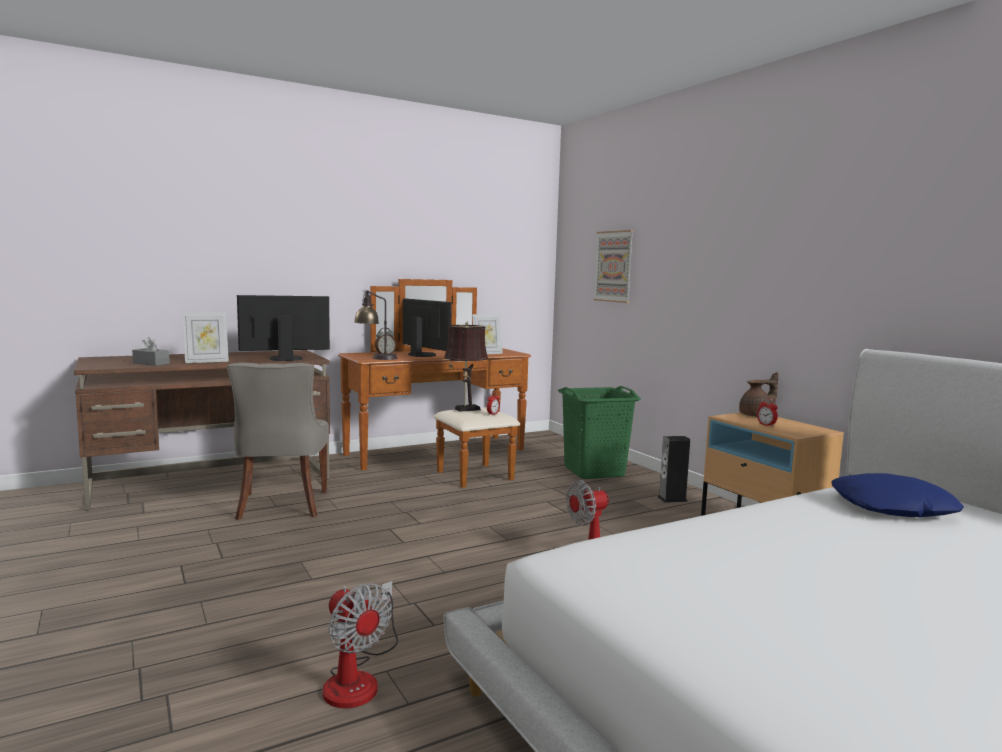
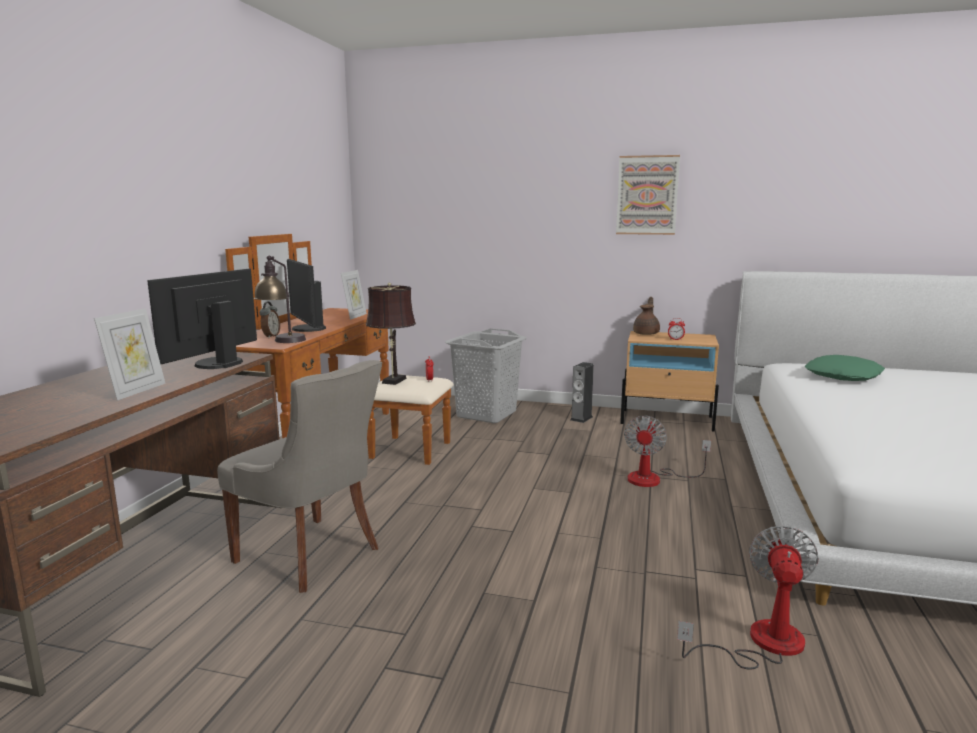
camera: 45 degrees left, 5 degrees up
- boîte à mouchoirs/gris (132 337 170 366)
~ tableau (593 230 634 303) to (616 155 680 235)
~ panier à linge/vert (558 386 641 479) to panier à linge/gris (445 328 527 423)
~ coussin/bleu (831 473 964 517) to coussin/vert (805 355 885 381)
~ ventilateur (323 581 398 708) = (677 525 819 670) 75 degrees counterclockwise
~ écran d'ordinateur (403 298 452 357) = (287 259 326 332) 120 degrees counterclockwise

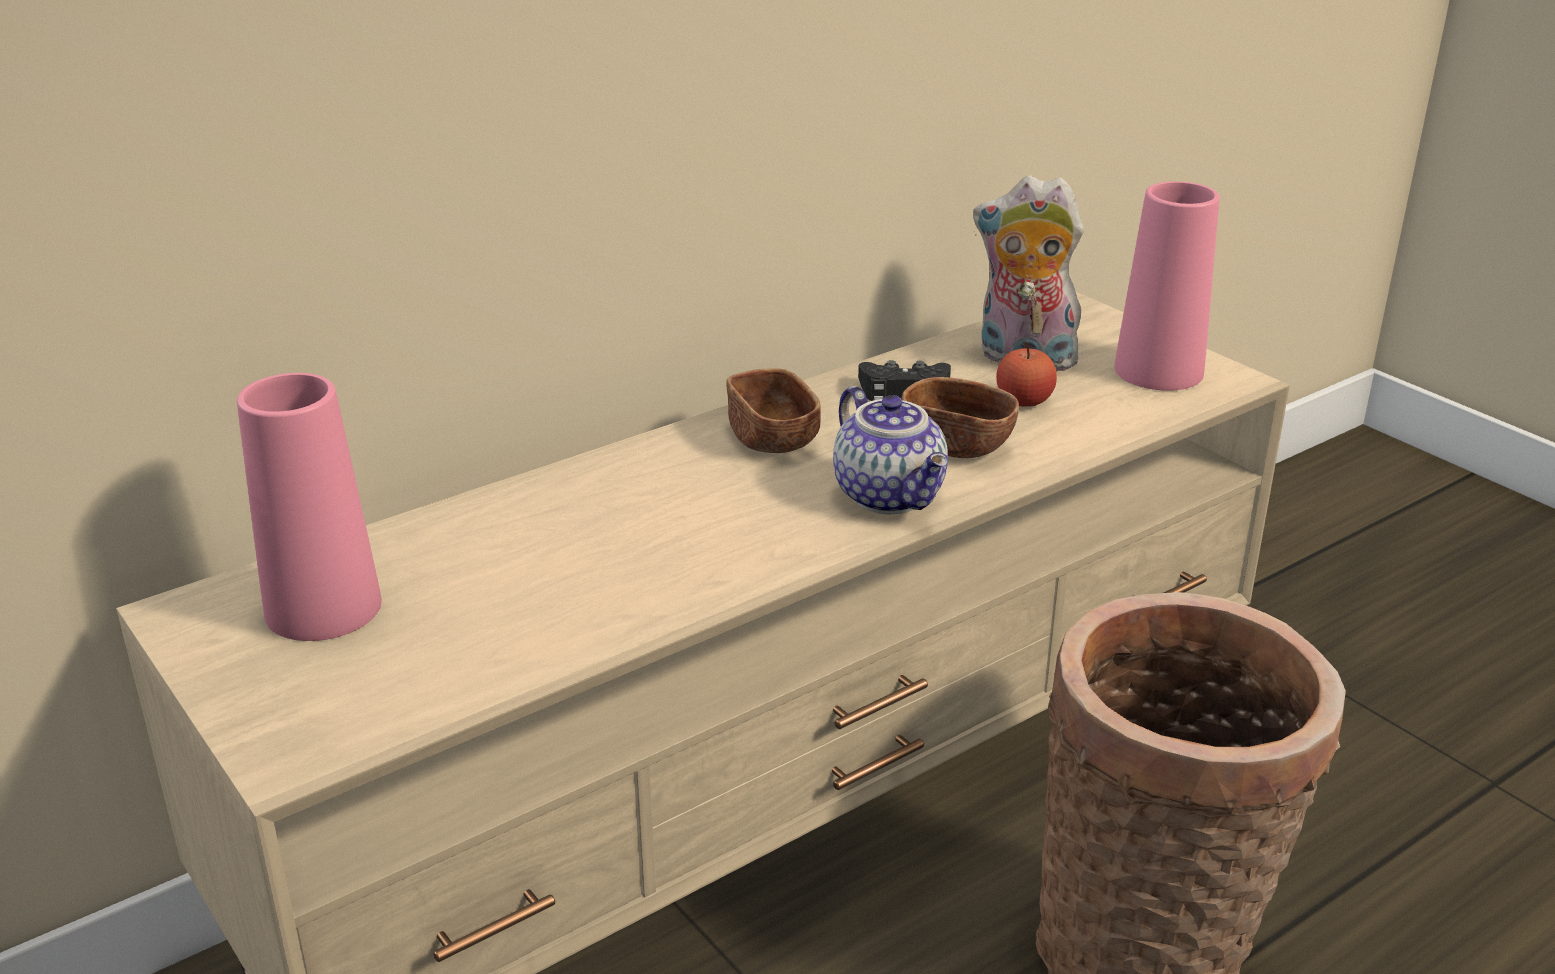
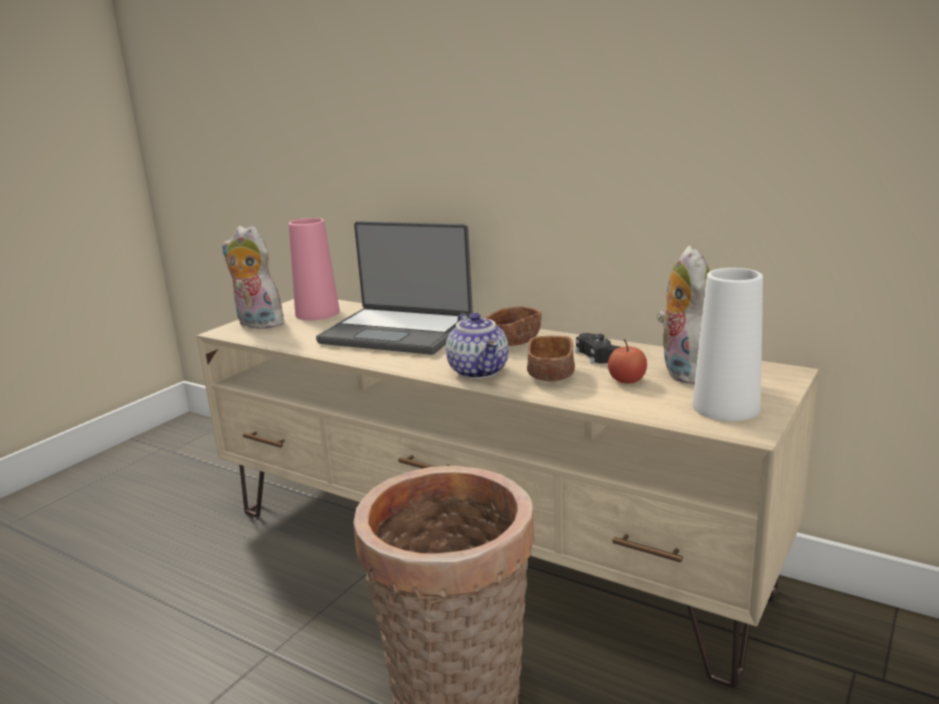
camera: 70 degrees right, 10 degrees down
+ peluche (222 226 284 329)
+ ordinateur portable (316 221 473 355)
~ vase/rose (1114 181 1220 391) to vase/blanc (692 268 763 421)
~ théière (833 386 948 514) = (446 313 509 379) 60 degrees counterclockwise

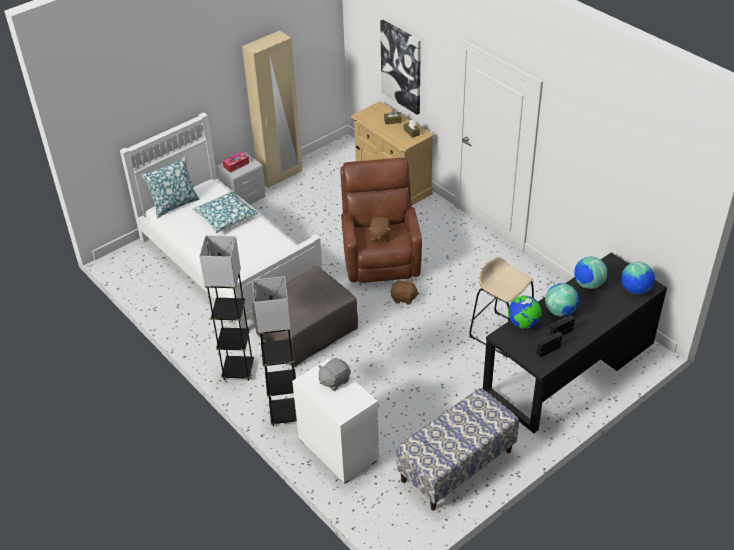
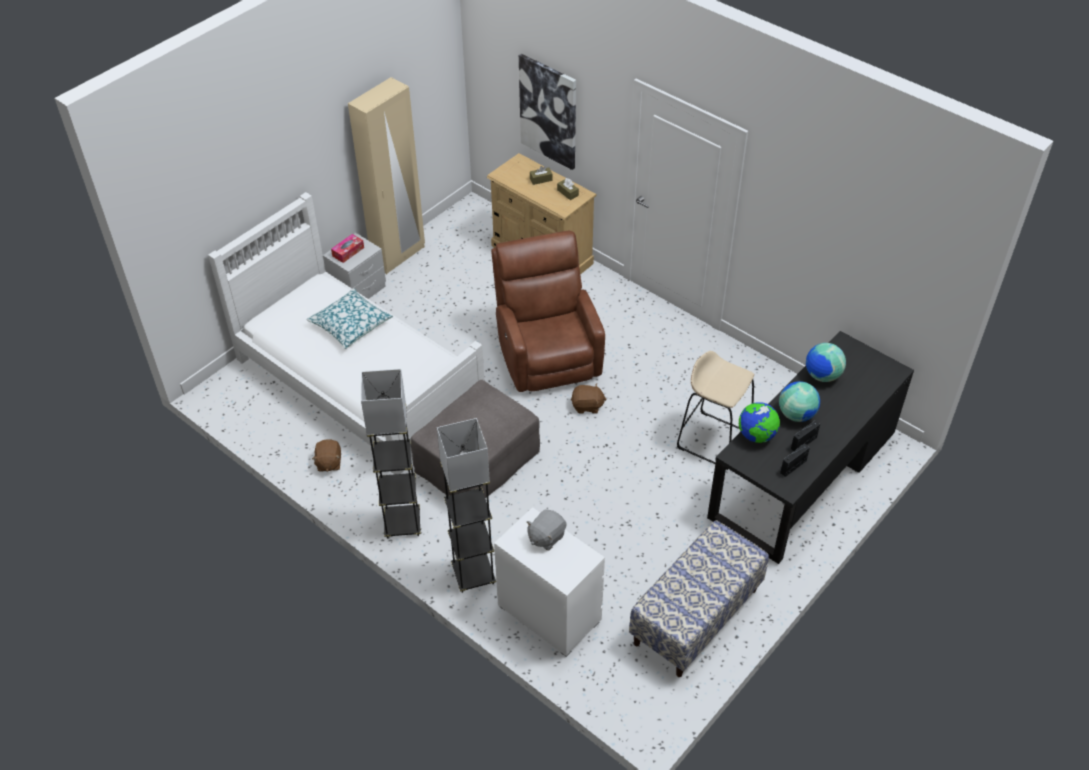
camera: 10 degrees left, 5 degrees up
- coussin (142 156 200 218)
- globe (621 262 655 295)
~ peluche/marron (368 217 390 241) to (312 439 341 472)

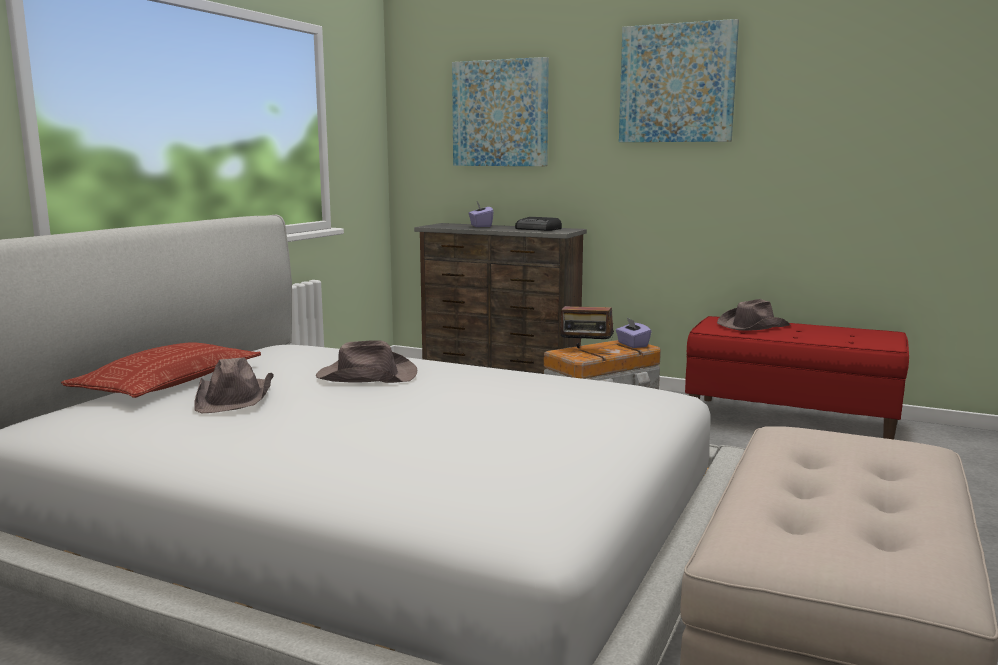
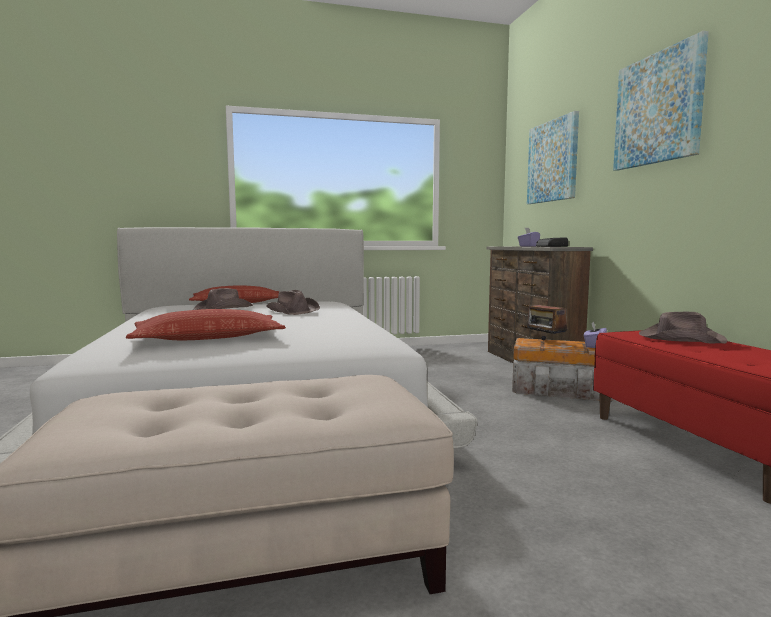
camera: 50 degrees right, 5 degrees down
+ coussin (126 309 286 340)

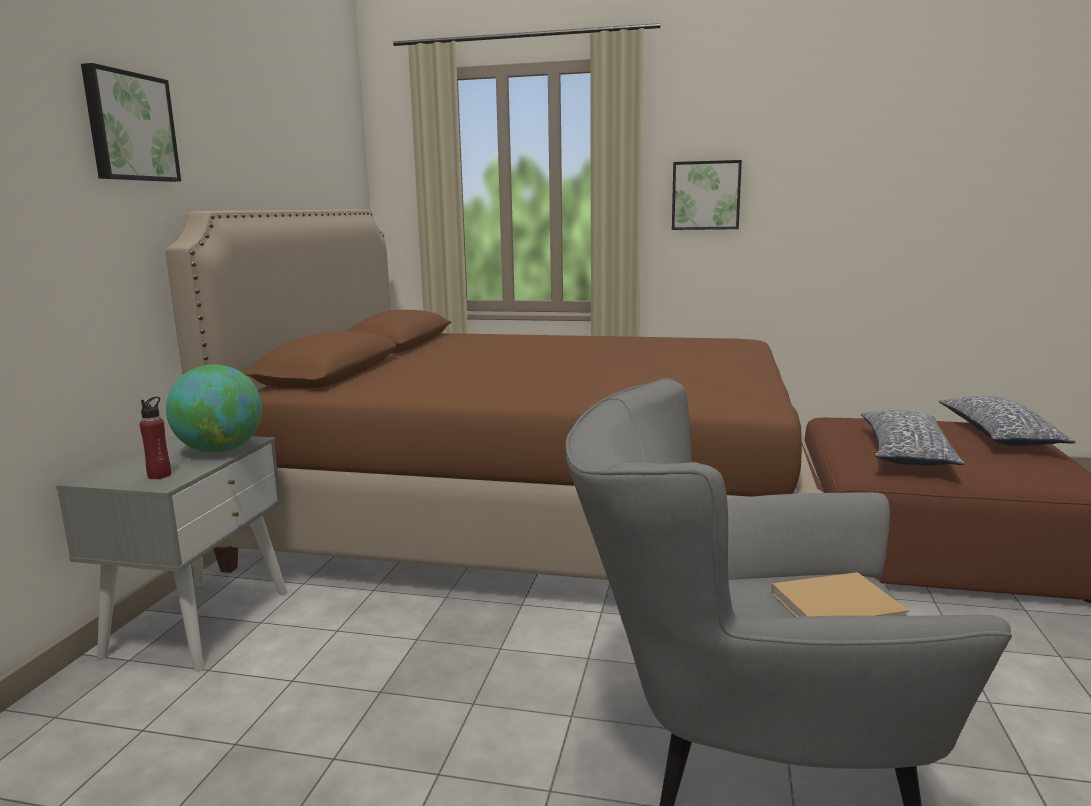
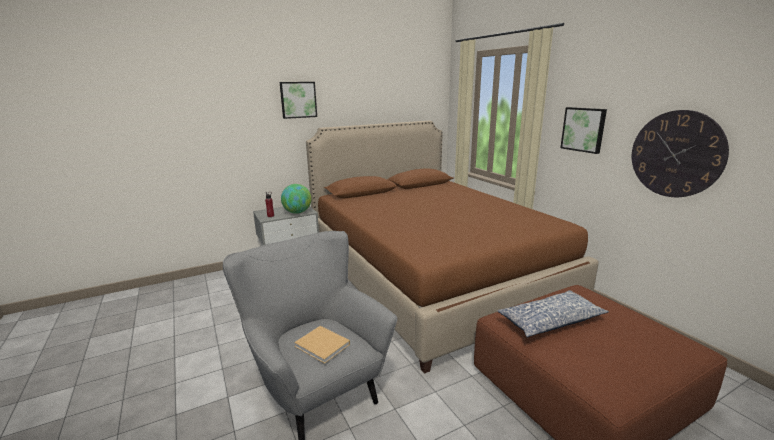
camera: 50 degrees right, 5 degrees up
- coussin (938 396 1076 446)
+ horloge murale (632 110 729 197)

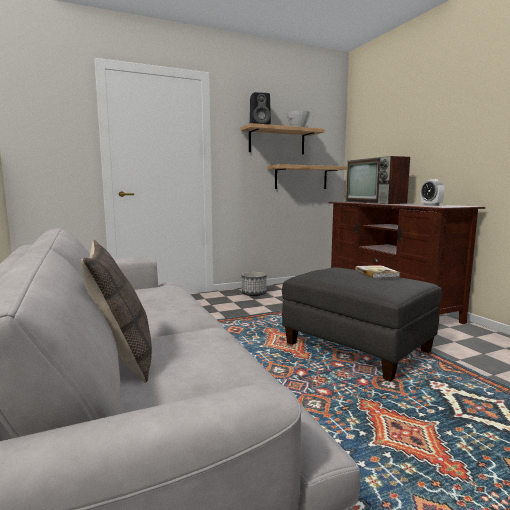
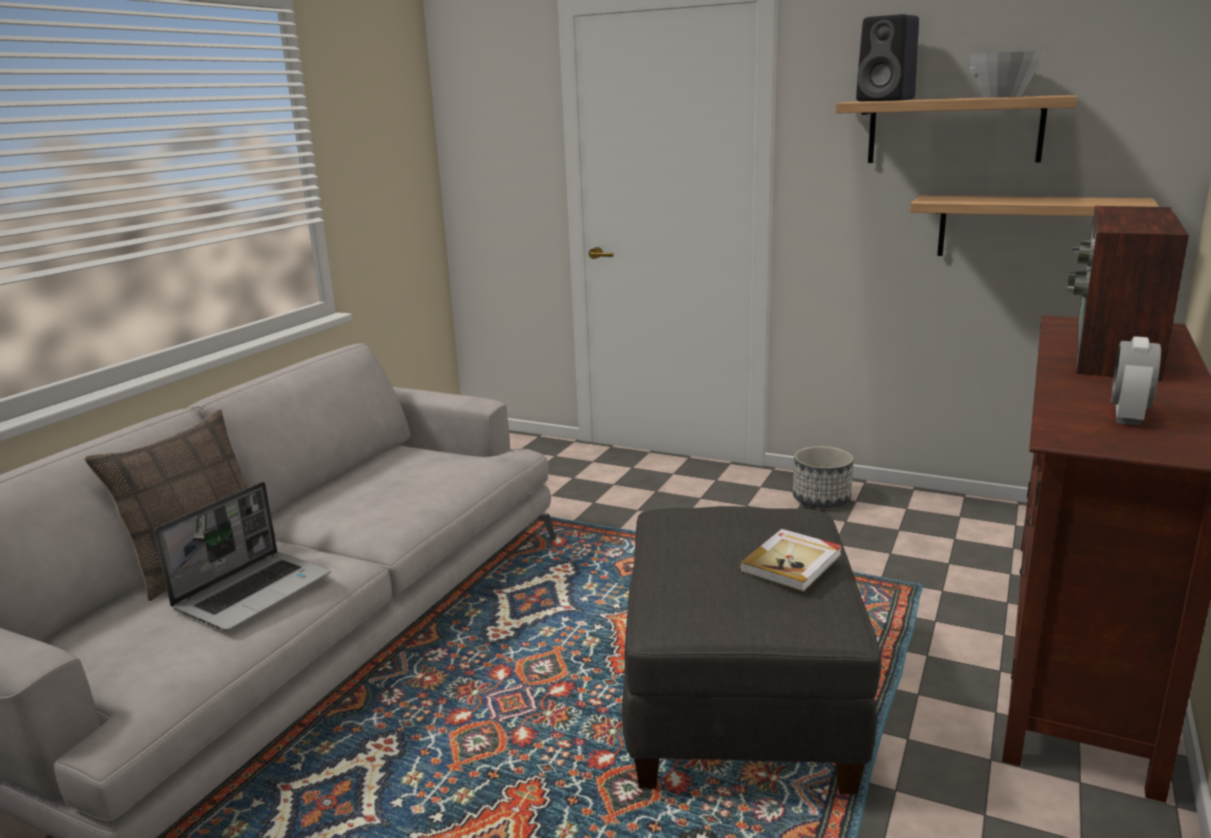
camera: 50 degrees right, 10 degrees up
+ ordinateur portable (154 482 331 631)

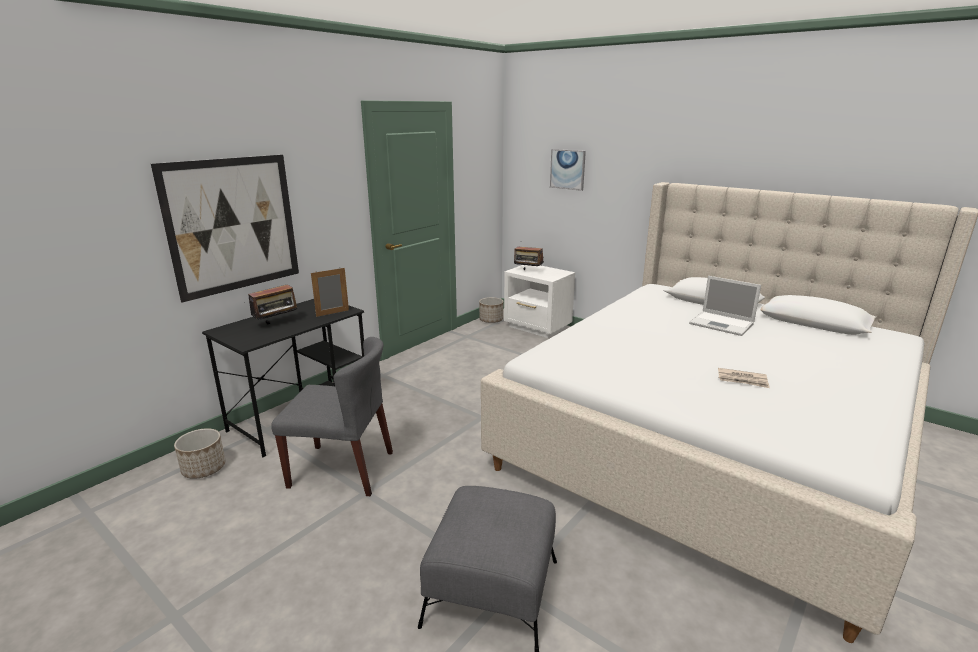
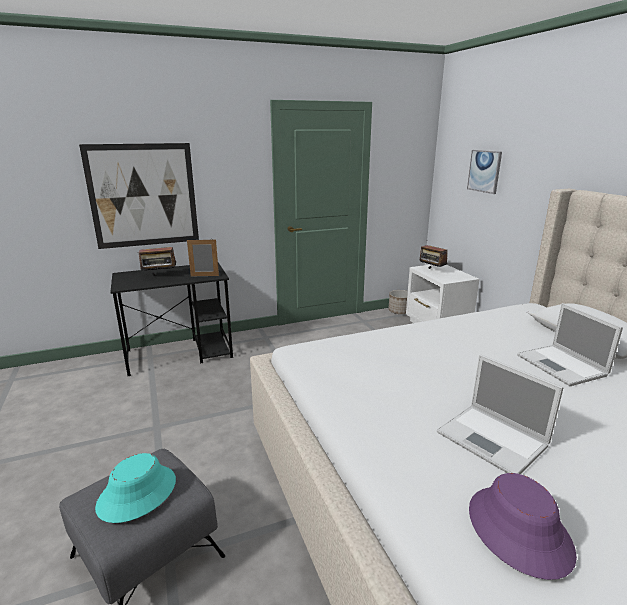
camera: 30 degrees right, 0 degrees up
- cache-pot (174 428 226 479)
- chaise/gris (271 337 393 496)
+ chapeau/turquoise (95 453 176 523)
+ chapeau/violet (469 473 577 580)
~ journal (718 368 770 388) to ordinateur portable (437 354 563 474)

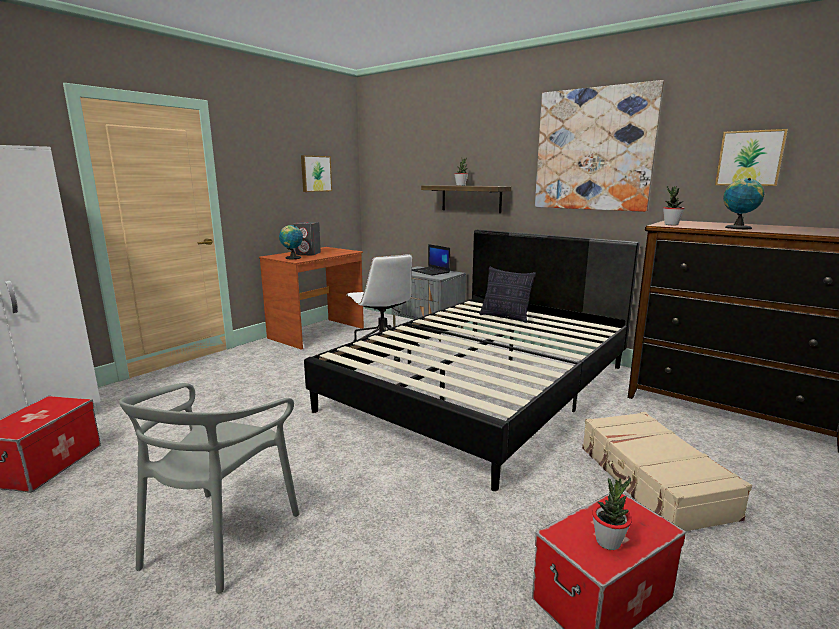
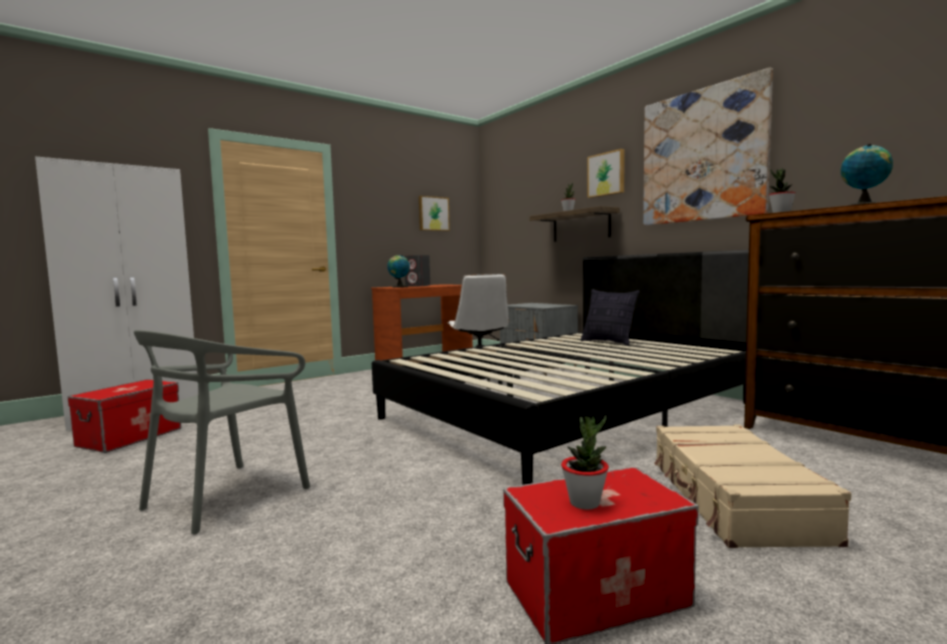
camera: 15 degrees right, 10 degrees down
- ordinateur portable (412 244 450 275)
~ tableau (715 129 788 186) to (588 149 625 198)

